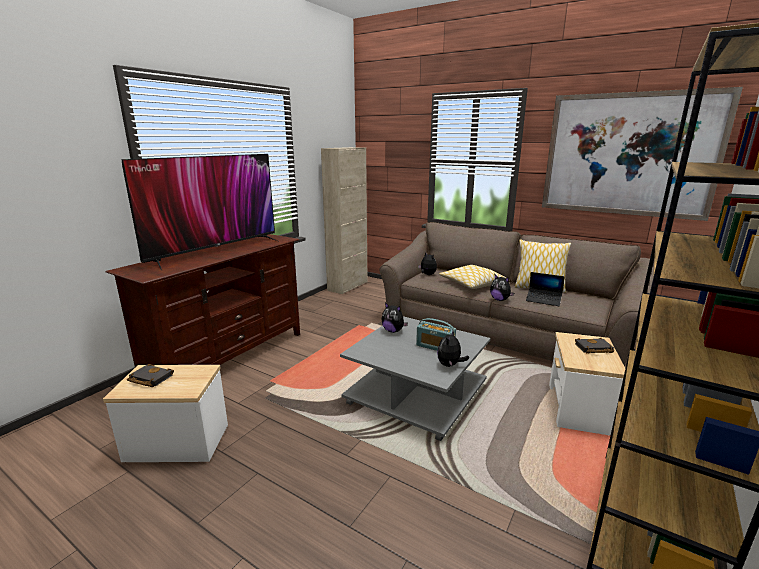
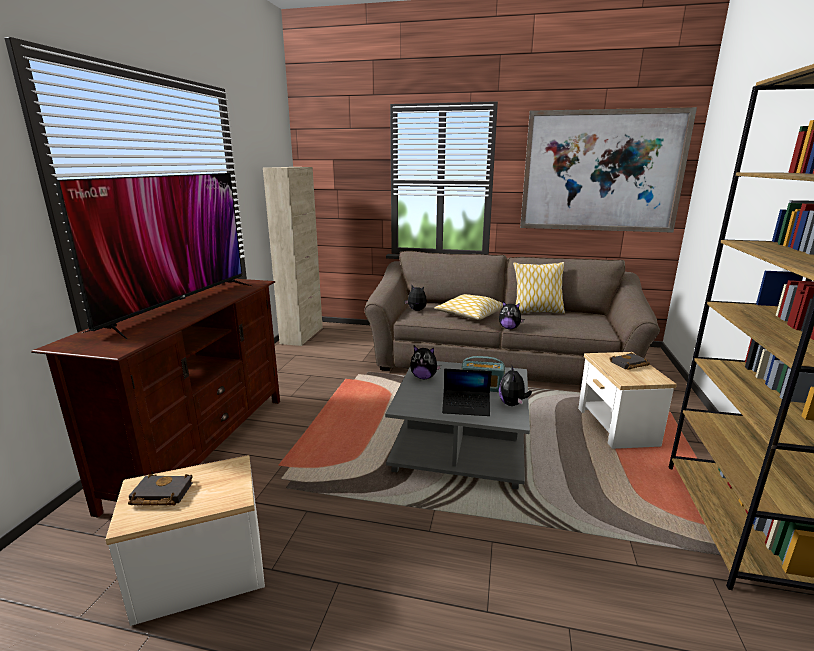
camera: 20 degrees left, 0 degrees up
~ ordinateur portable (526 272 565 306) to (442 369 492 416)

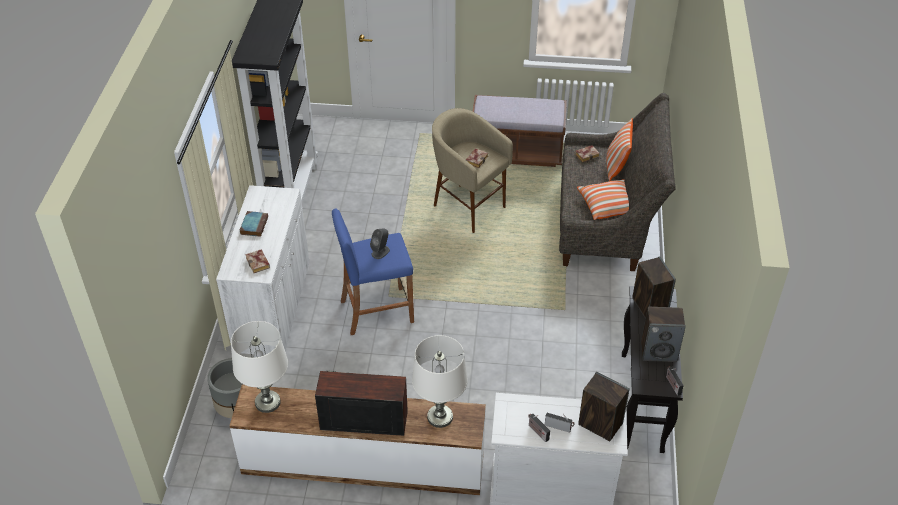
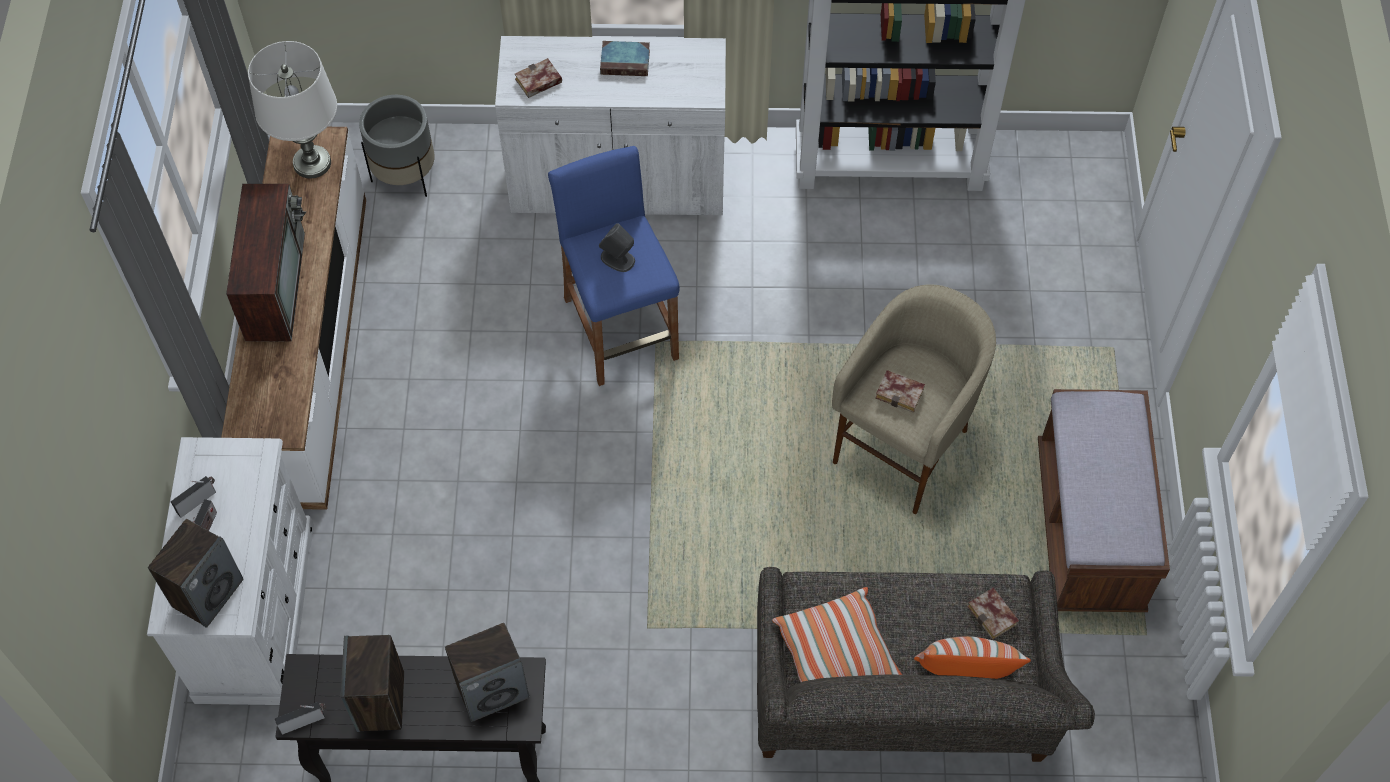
camera: 85 degrees right, 15 degrees up
- lampe de table/blanc (412 335 468 428)

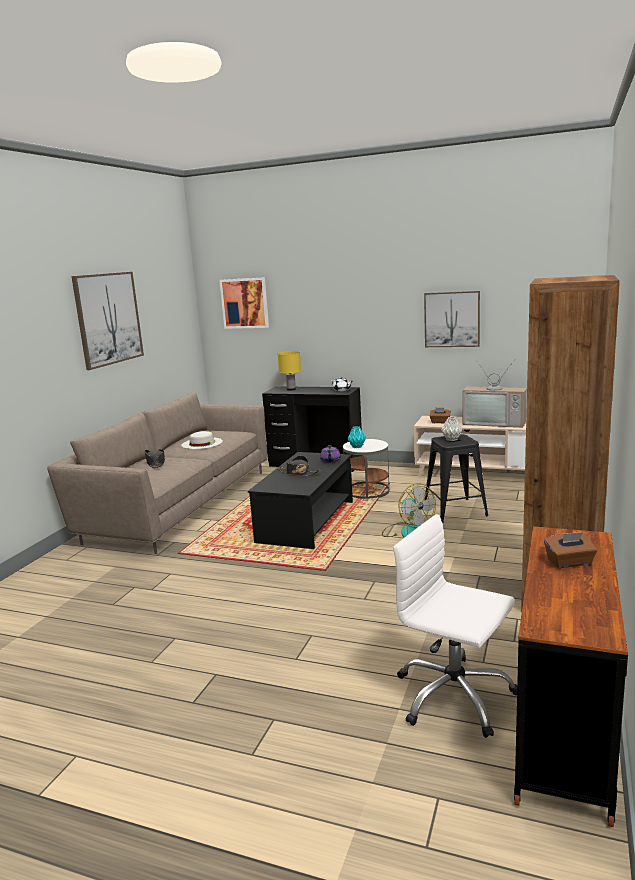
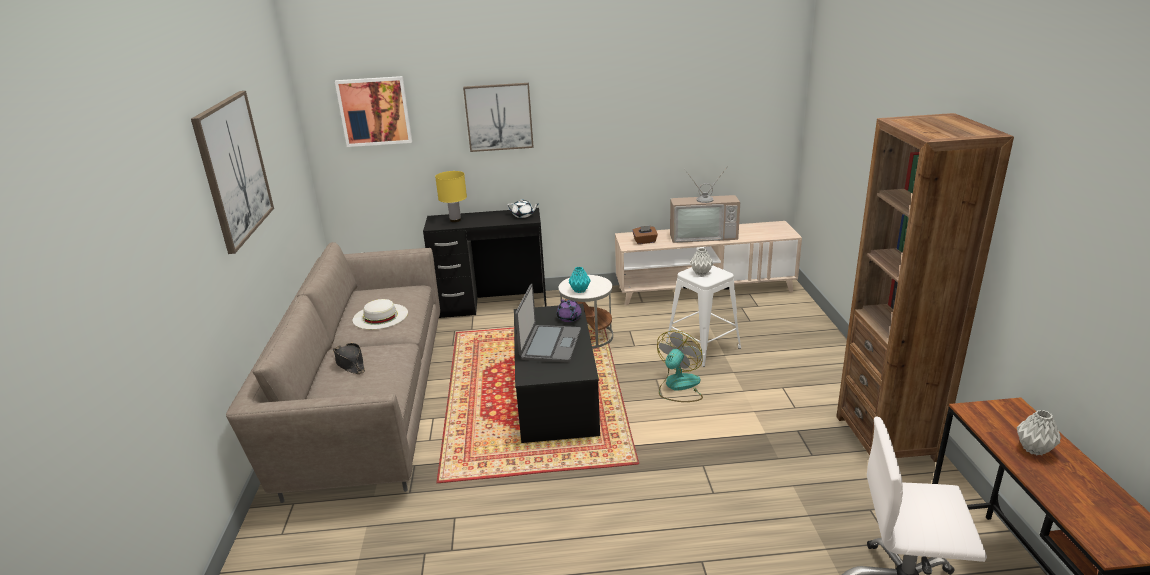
camera: 25 degrees left, 10 degrees up
~ tableau (424 291 480 347) to (463 83 534 152)
~ chapeau/noir (277 455 320 476) to ordinateur portable (515 284 581 363)
~ boîte à mouchoirs/marron (544 532 597 568) to vase/gris (1017 410 1061 455)
~ tabouret/noir (424 434 488 523) to tabouret/blanc (666 265 741 367)
~ ventilateur (382 483 436 538) = (657 330 703 402) 90 degrees counterclockwise

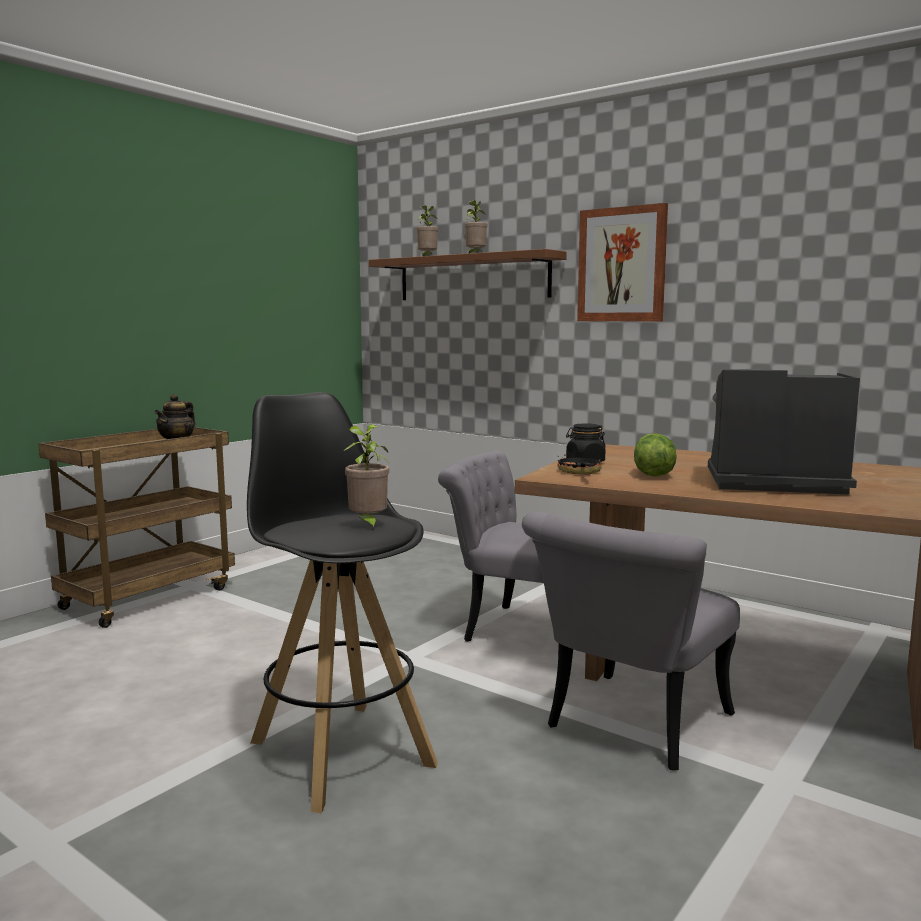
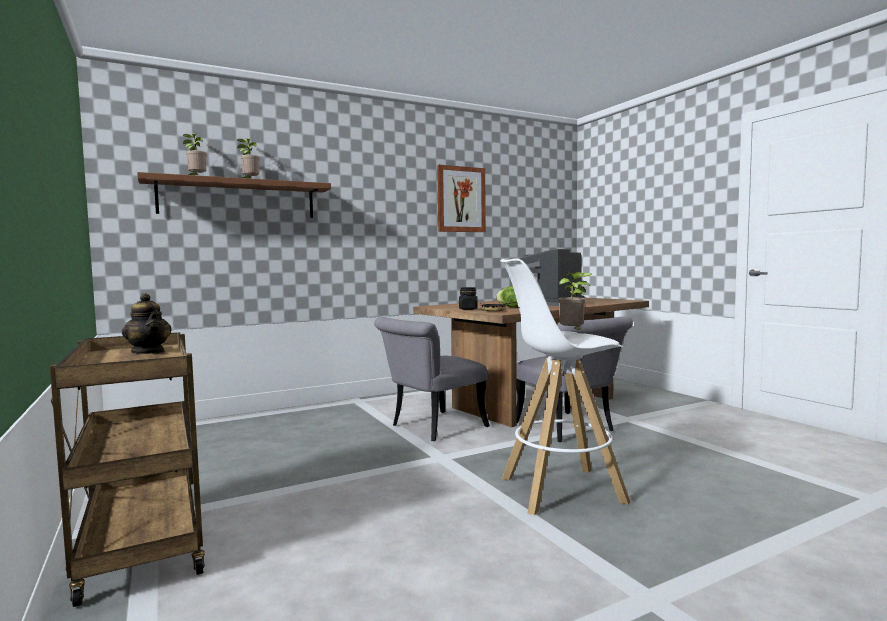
camera: 65 degrees left, 5 degrees down
~ tableau (577 203 668 321) to (437 165 486 232)
~ tabouret/noir (247 392 438 813) to tabouret/blanc (500 258 631 515)

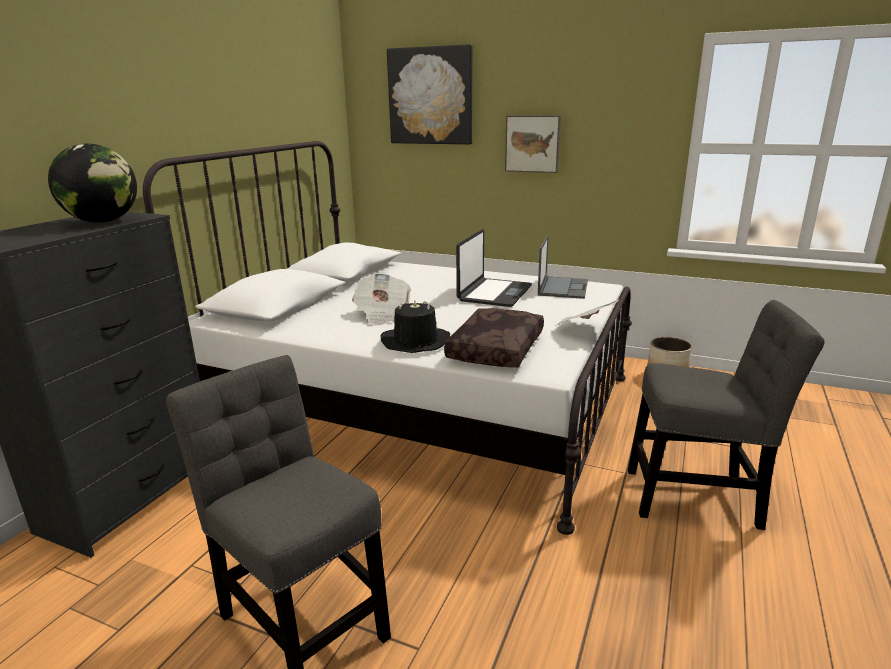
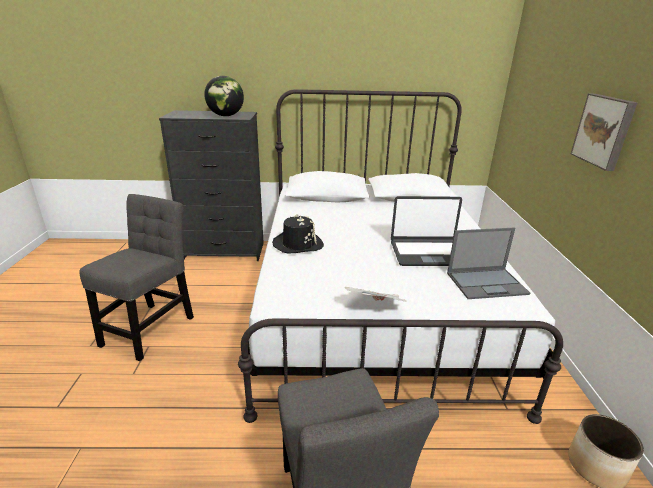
camera: 65 degrees right, 5 degrees up
- journal (352 273 411 326)
- tableau (387 44 472 145)
- coussin/marron (444 308 544 368)

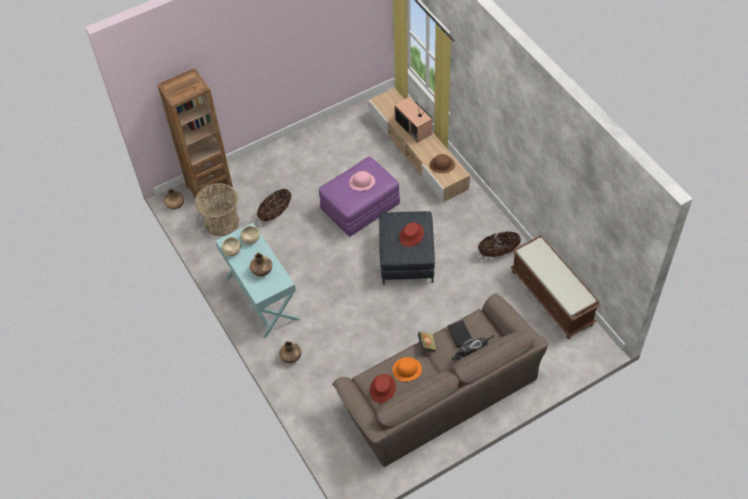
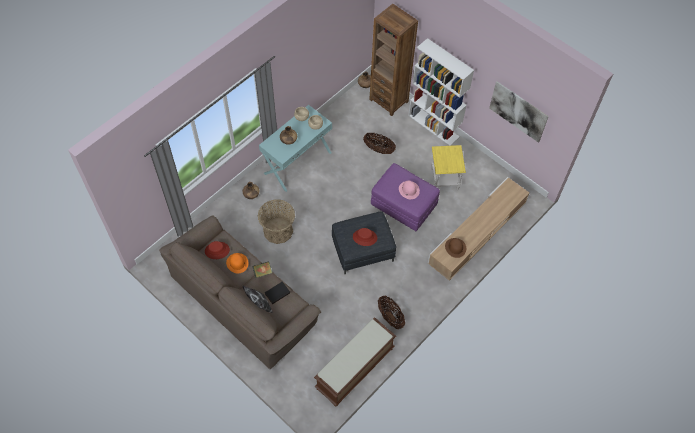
camera: 70 degrees right, 5 degrees up
- téléviseur (395 97 432 143)
+ bibliothèque/blanc (408 38 474 146)
+ table d'appoint/jaune (431 145 466 190)
+ tableau (489 81 549 143)
~ panier (195 183 239 236) to (258 199 295 244)

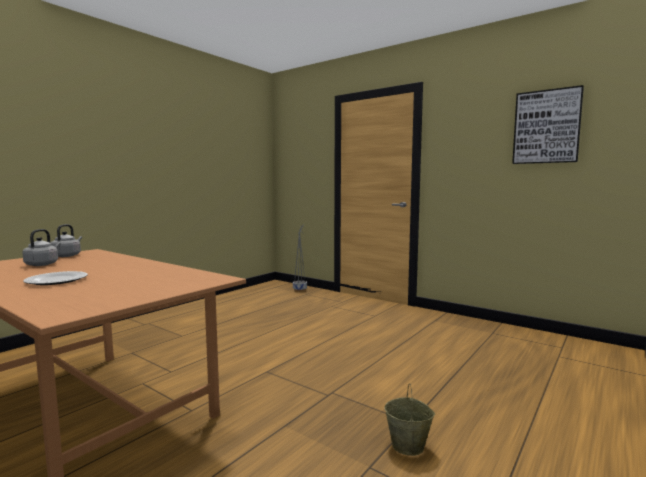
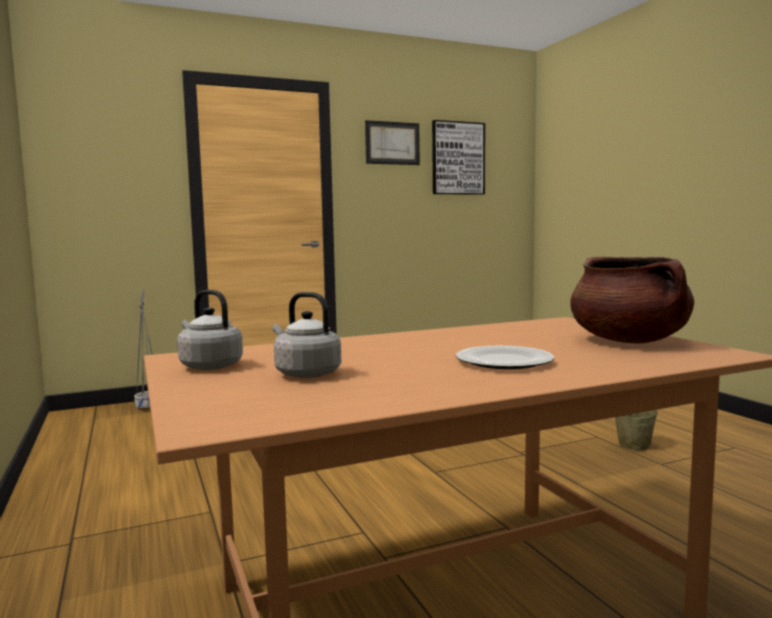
camera: 60 degrees left, 0 degrees up
+ tableau (365 120 420 165)
+ marmite/marron (570 257 694 344)

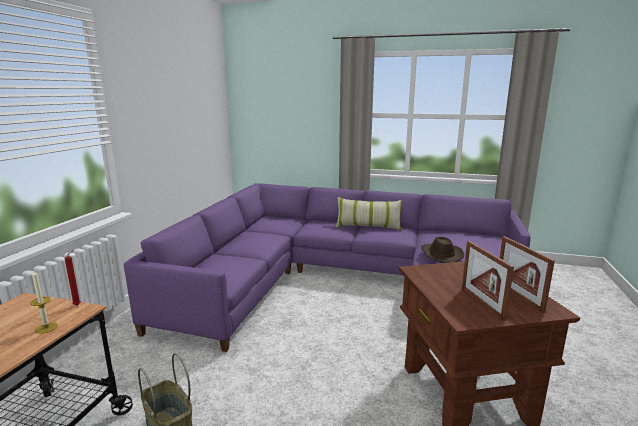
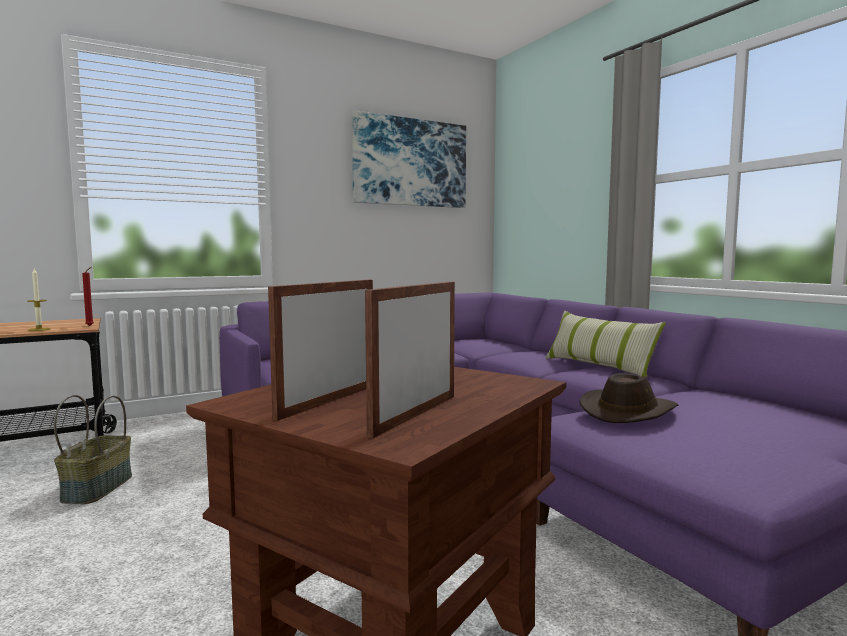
camera: 45 degrees right, 10 degrees down
+ tableau (352 110 466 208)

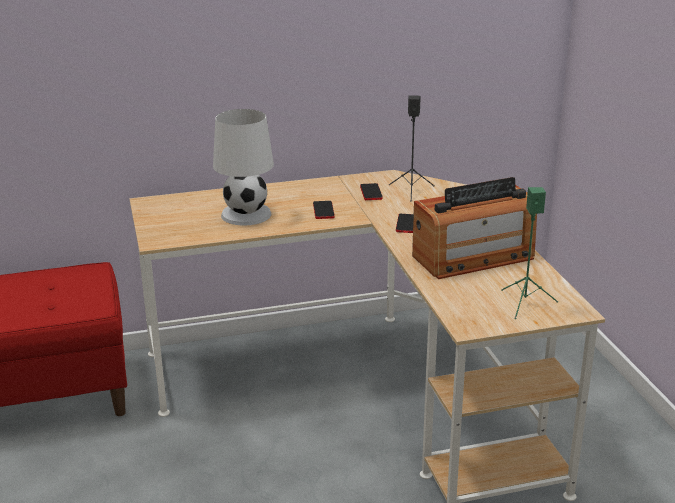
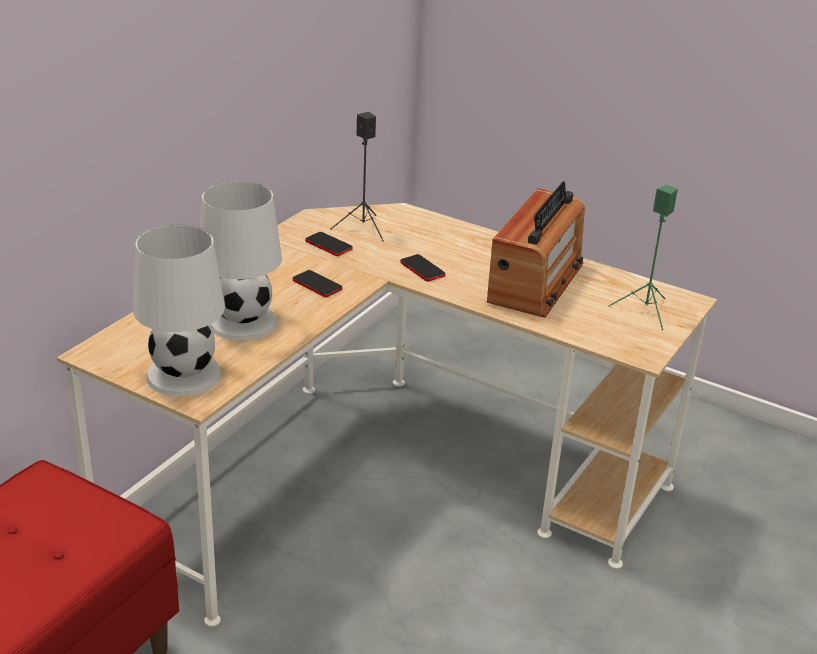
camera: 45 degrees left, 5 degrees up
+ lampe de table/blanc (133 224 225 397)

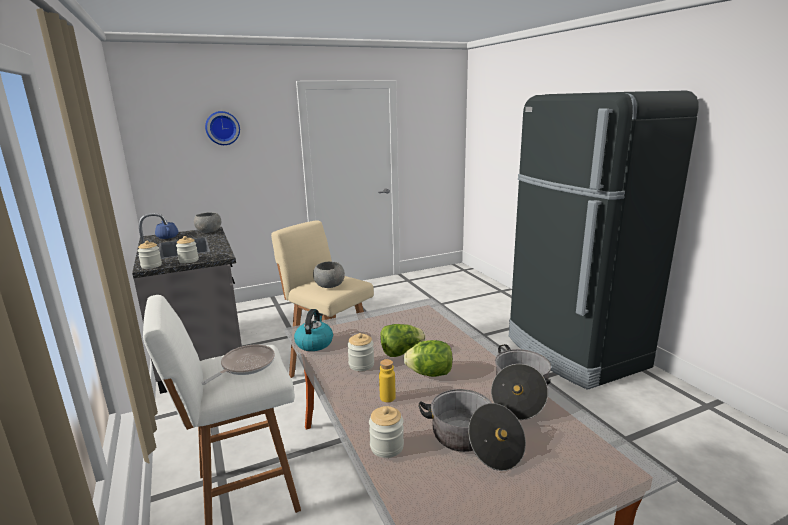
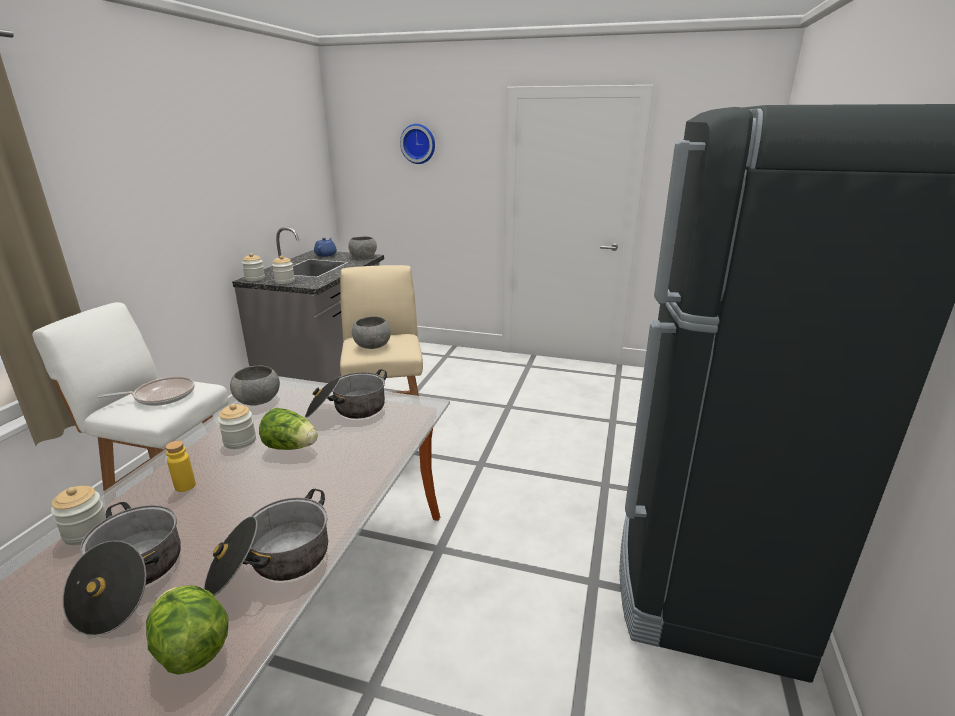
camera: 40 degrees right, 5 degrees up
+ marmite (305 369 387 419)
~ laitue (403 340 453 377) to (146 585 228 674)
~ bouilloire (294 309 333 351) to bol/gris (230 365 280 406)

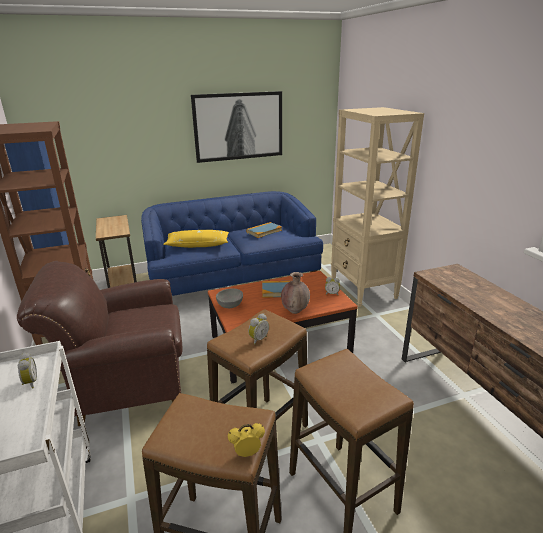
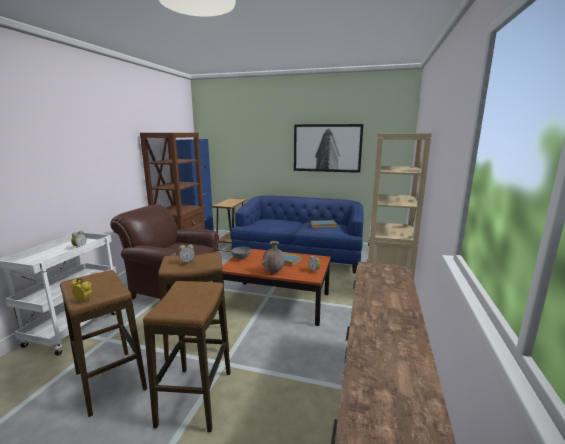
camera: 35 degrees right, 10 degrees down
- coussin/jaune (163 230 229 248)

